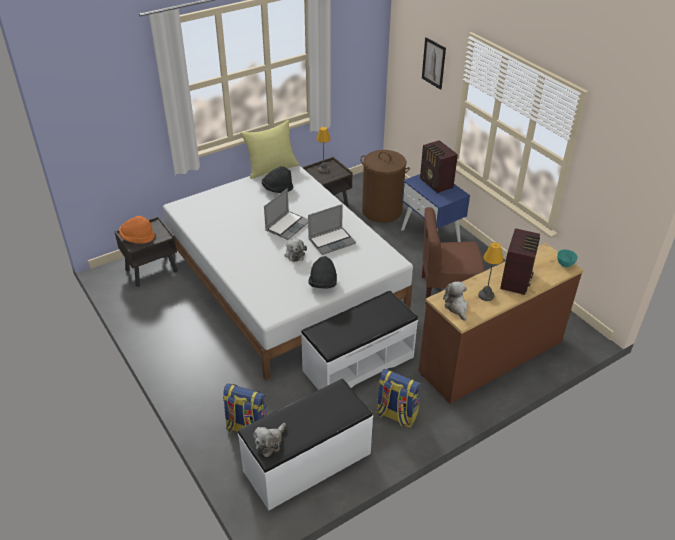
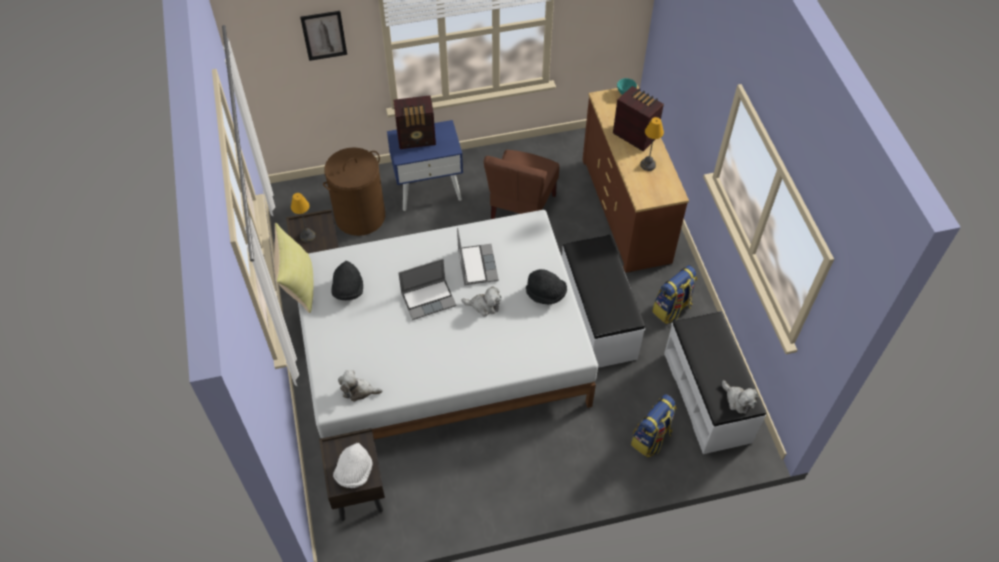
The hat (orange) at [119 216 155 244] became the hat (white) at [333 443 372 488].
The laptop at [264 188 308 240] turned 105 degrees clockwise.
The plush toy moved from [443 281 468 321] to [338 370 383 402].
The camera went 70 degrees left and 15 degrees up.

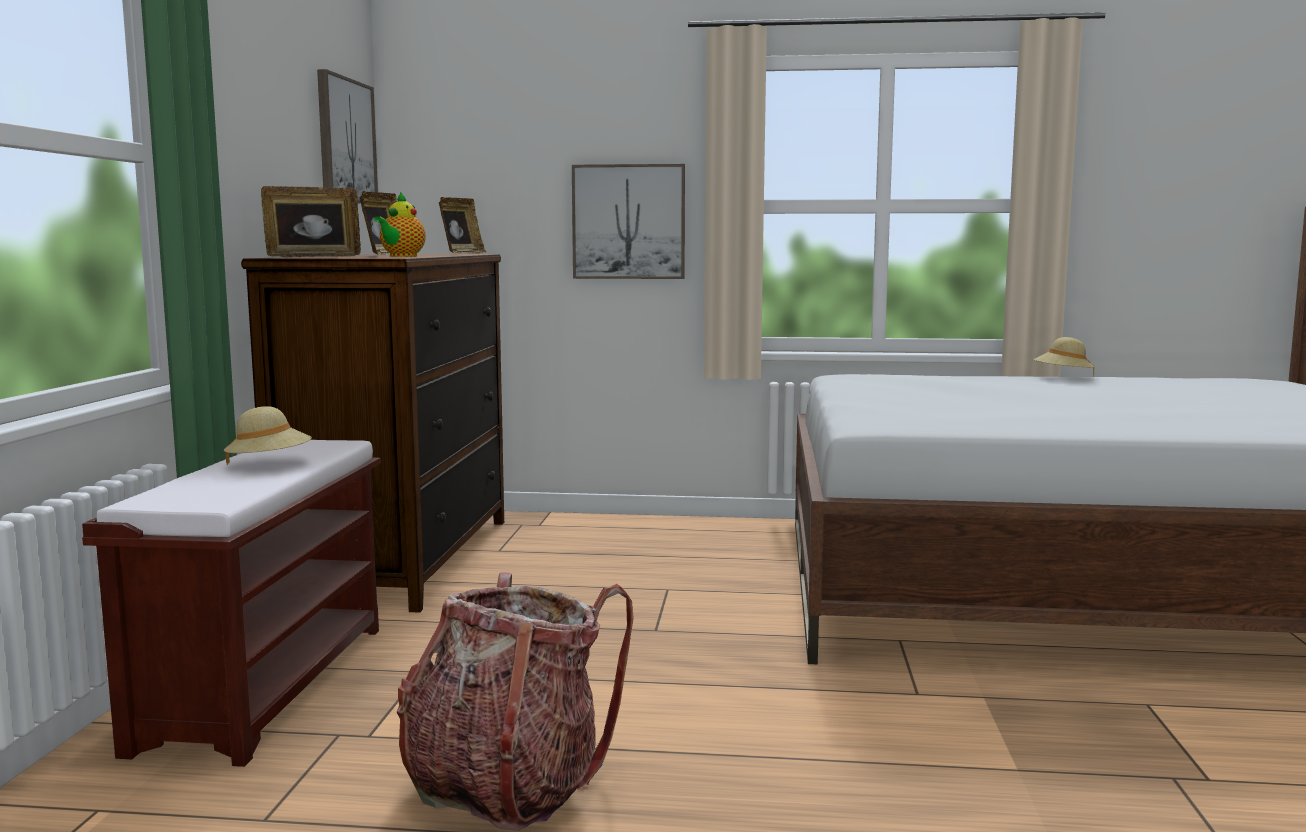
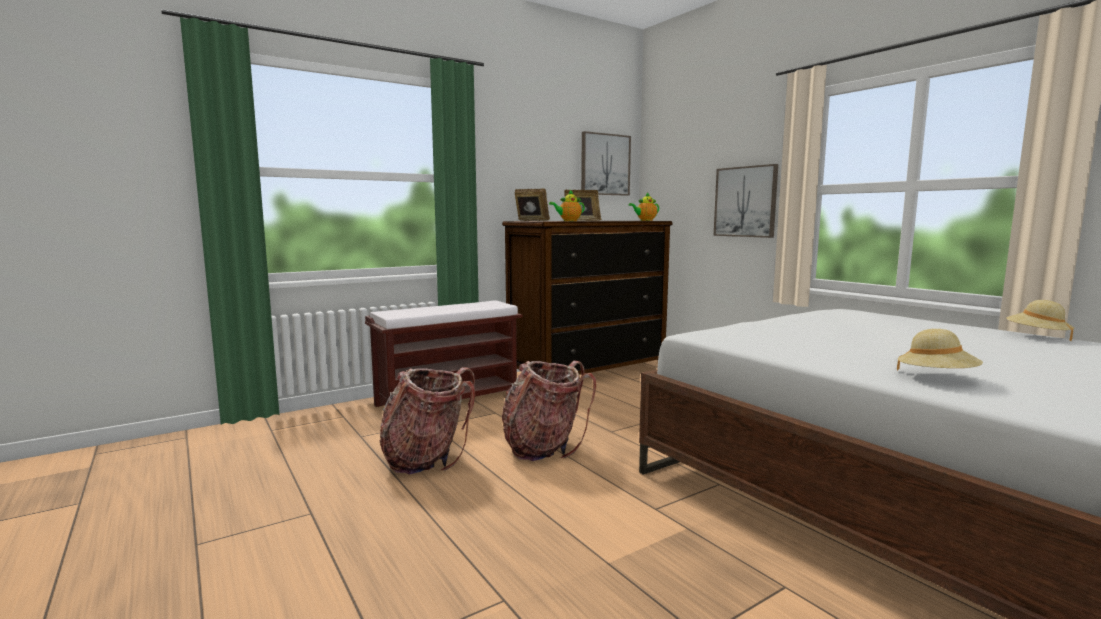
The hat (beige) moved from [224 406 312 465] to [897 329 983 371].
The picture frame at [439 197 486 254] was replaced by the teapot at [629 192 659 221].
The backpack at [502 361 596 461] appeared.
The camera went 50 degrees right and 0 degrees up.

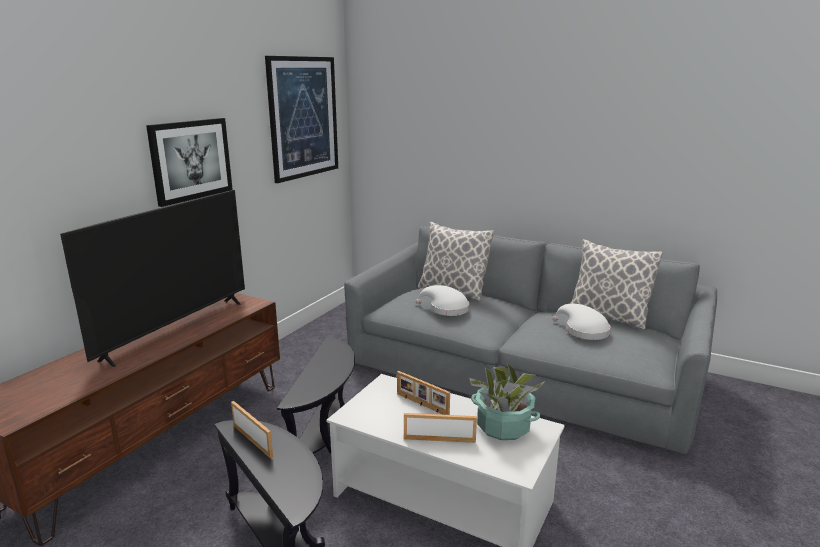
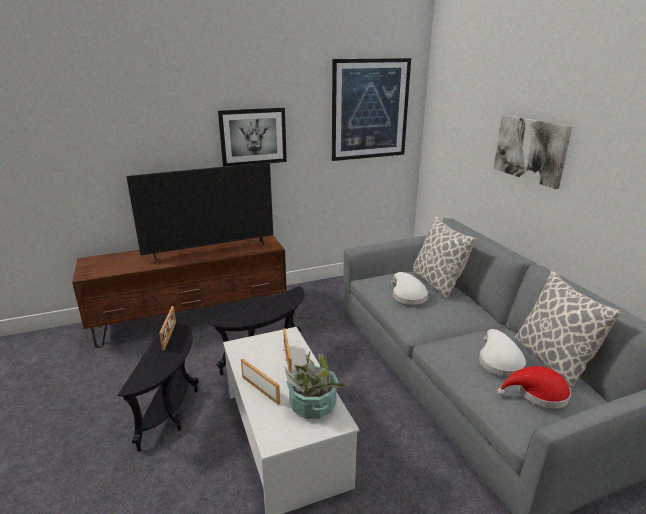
The picture at [494 115 572 189] appeared.
The hat (red) at [497 366 571 408] appeared.
The camera went 40 degrees right and 5 degrees up.

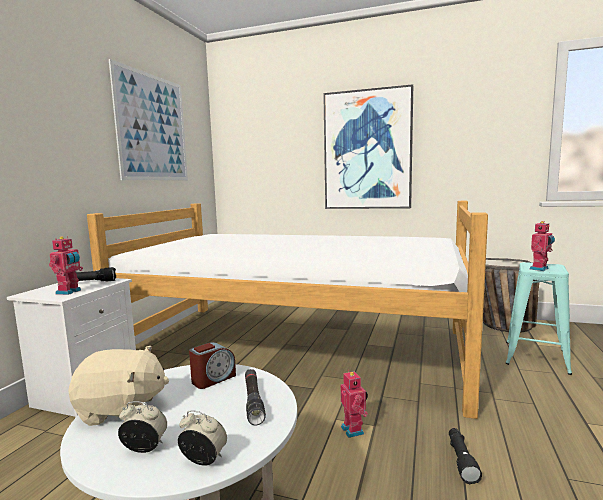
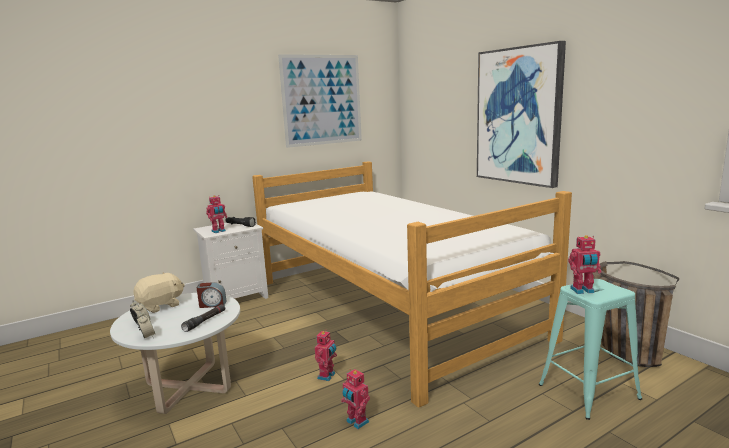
The plush toy (beige) at [68 346 169 426] turned 75 degrees counterclockwise.
The flashlight (black) at [449 428 482 484] was replaced by the toy robot at [341 369 370 429].
The camera went 40 degrees right and 5 degrees up.

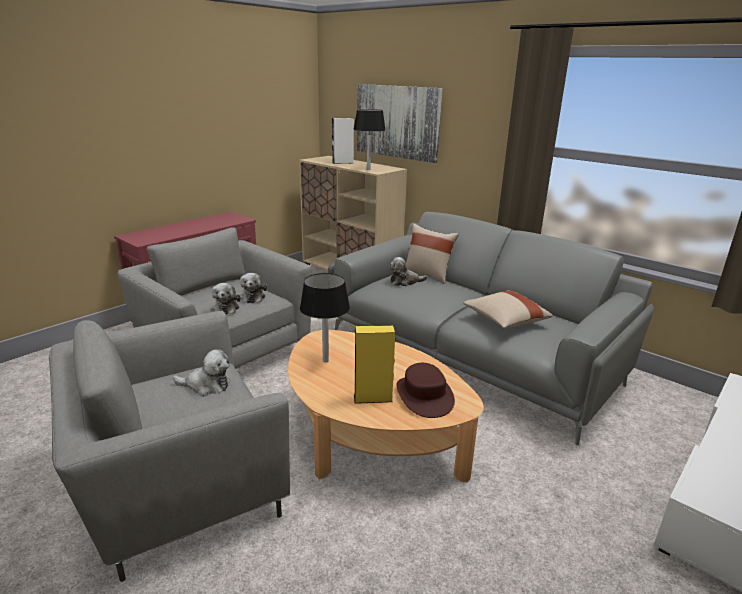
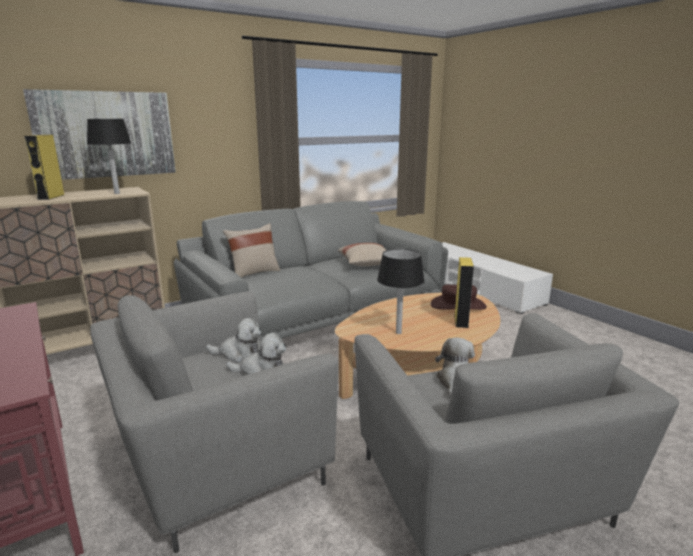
The speaker (white) at [332 118 354 164] became the speaker (yellow) at [24 135 64 200].
The plush toy at [389 257 428 286] disappeared.
The camera went 75 degrees left and 5 degrees down.

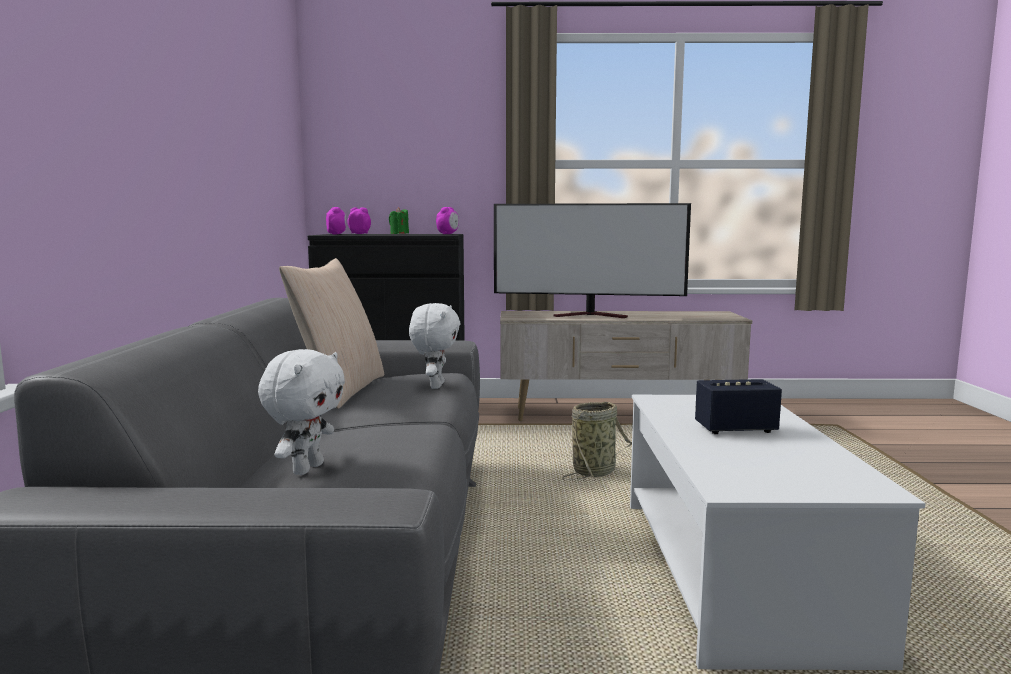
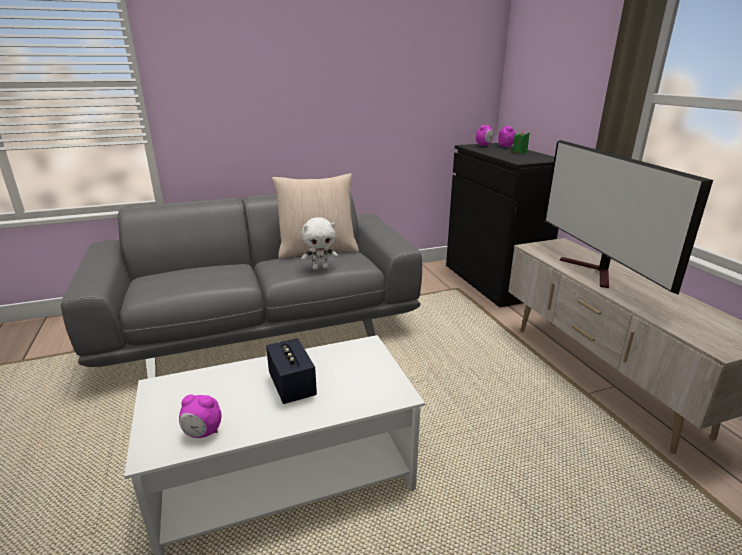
The plush toy (white) at [258 349 345 475] disappeared.
The alarm clock moved from [436 207 459 234] to [179 395 221 438].
The basket at [562 402 632 480] disappeared.
The camera went 70 degrees right and 15 degrees up.

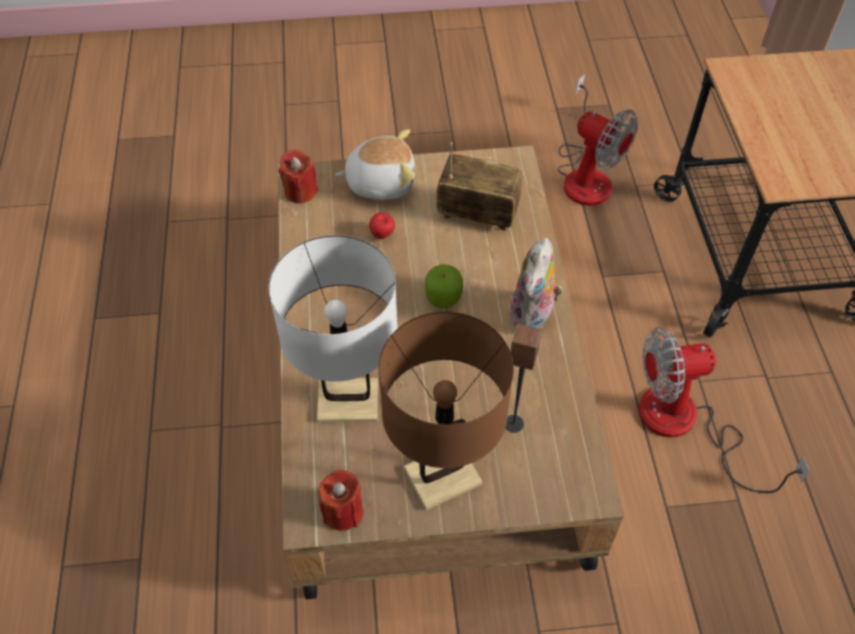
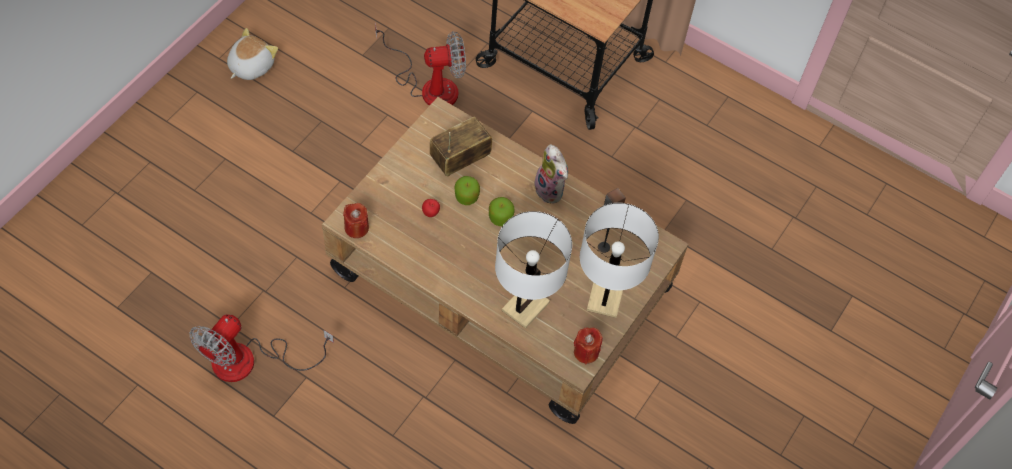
The plush toy moved from [335 129 415 200] to [227 28 278 80].
The table lamp (brown) at [379 312 514 510] became the table lamp (white) at [580 203 659 318].
The fan moved from [639 327 810 493] to [189 314 334 382].
The apple at [455 176 480 205] appeared.
The camera went 55 degrees left and 5 degrees up.

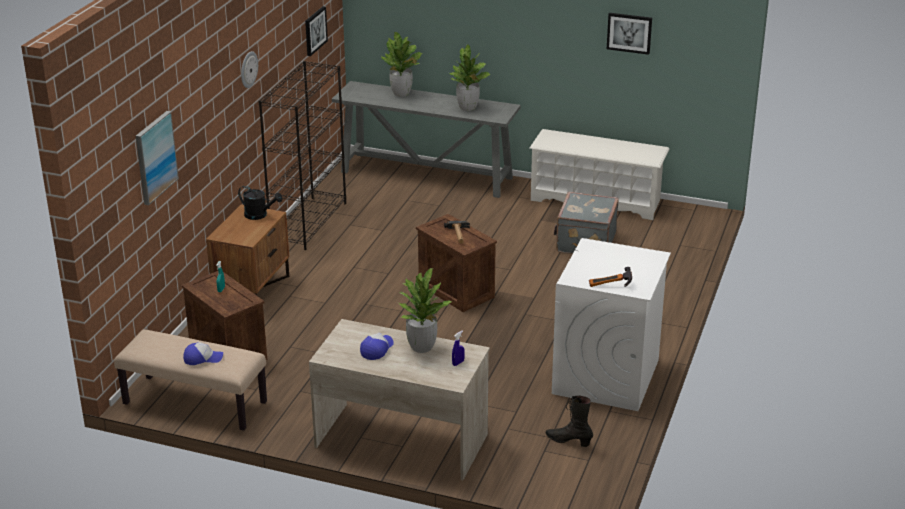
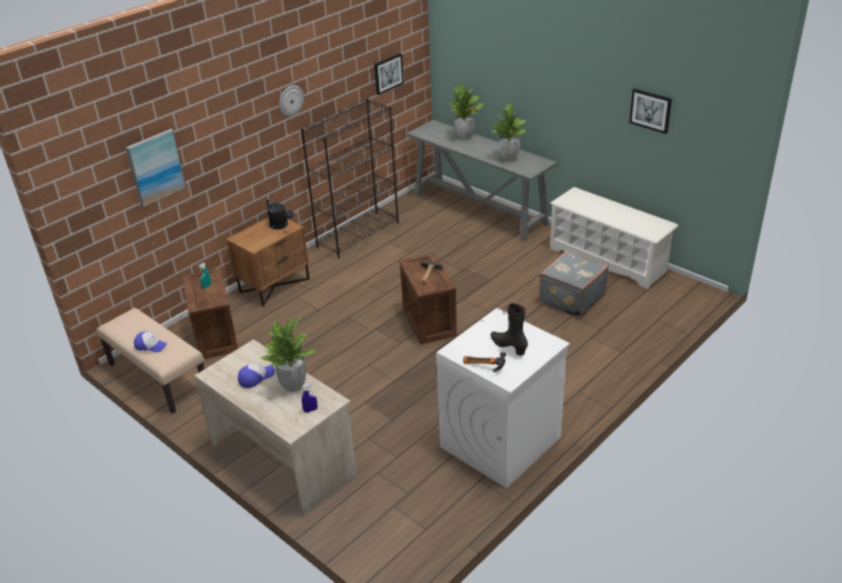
The boot (black) moved from [545 395 593 447] to [491 303 528 356].
The camera went 25 degrees right and 5 degrees up.

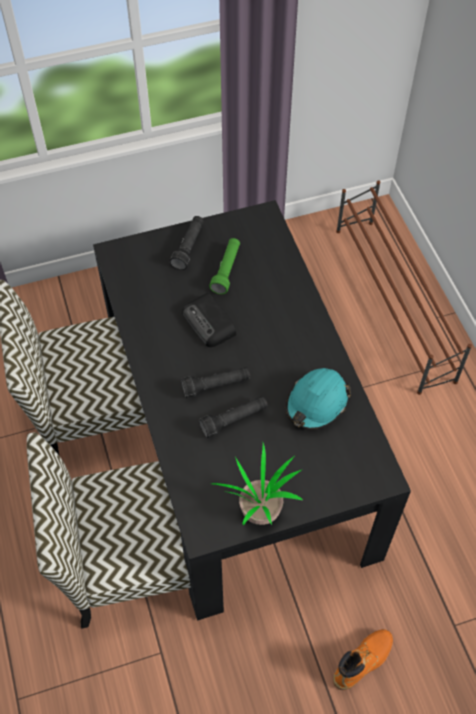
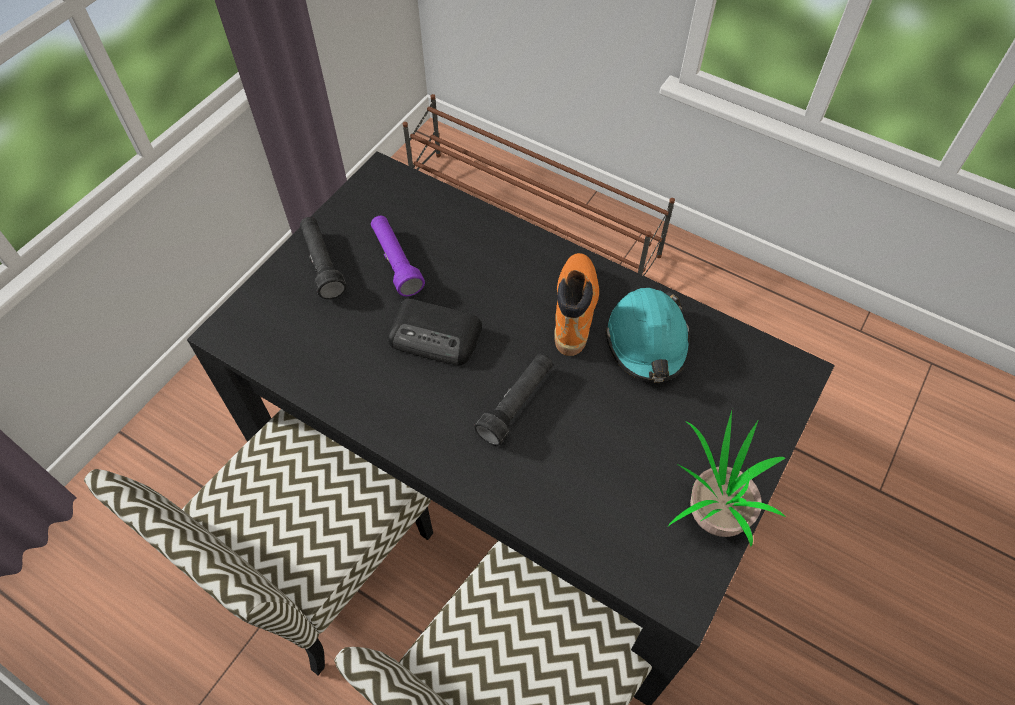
The flashlight (black) at [199 396 268 438] disappeared.
The flashlight (green) at [209 238 240 294] became the flashlight (purple) at [371 216 425 296].
The boot (orange) moved from [333 629 393 690] to [554 253 599 356].
The camera went 40 degrees left and 0 degrees up.

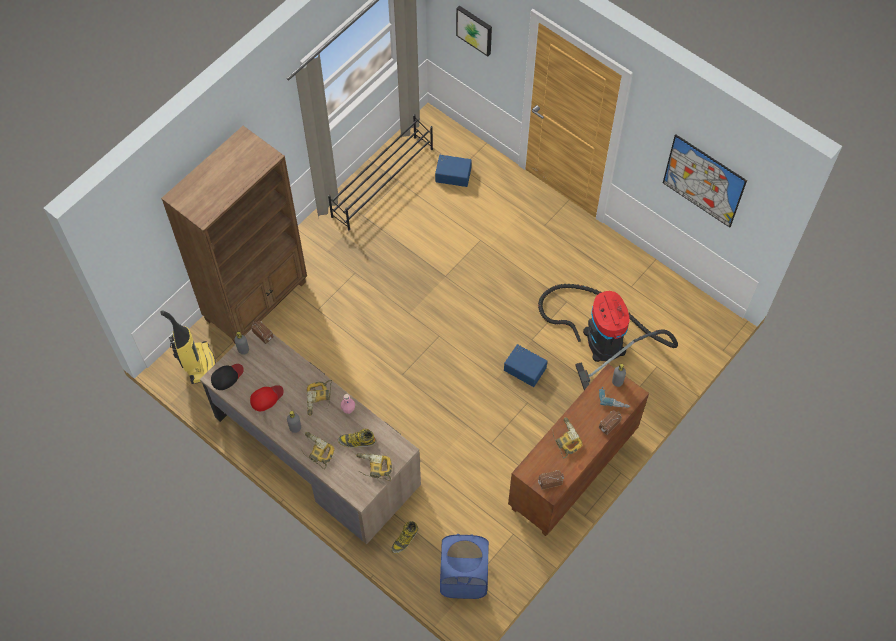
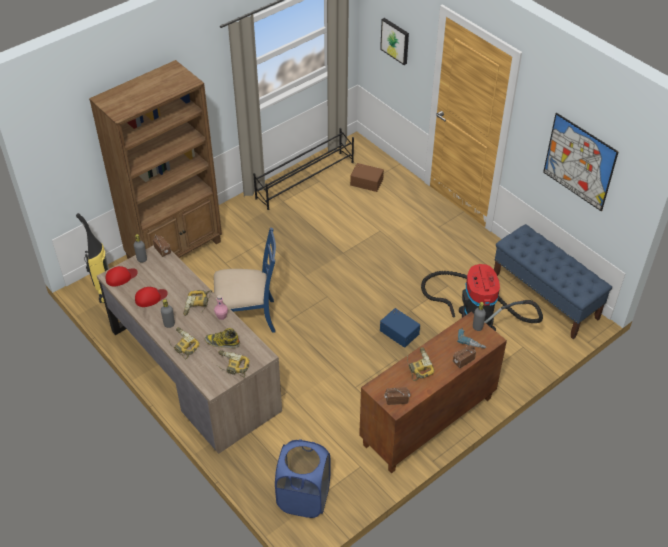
The cap (black) at [211 364 244 390] became the cap (red) at [106 266 137 287].
The boot at [391 521 419 554] disappeared.
The storage box (blue) at [435 155 472 187] became the storage box (brown) at [350 163 384 192].
The chair (blue) at [214 228 276 333] appeared.
The bench (blue) at [494 224 612 339] appeared.
The camera went 10 degrees right and 15 degrees down.

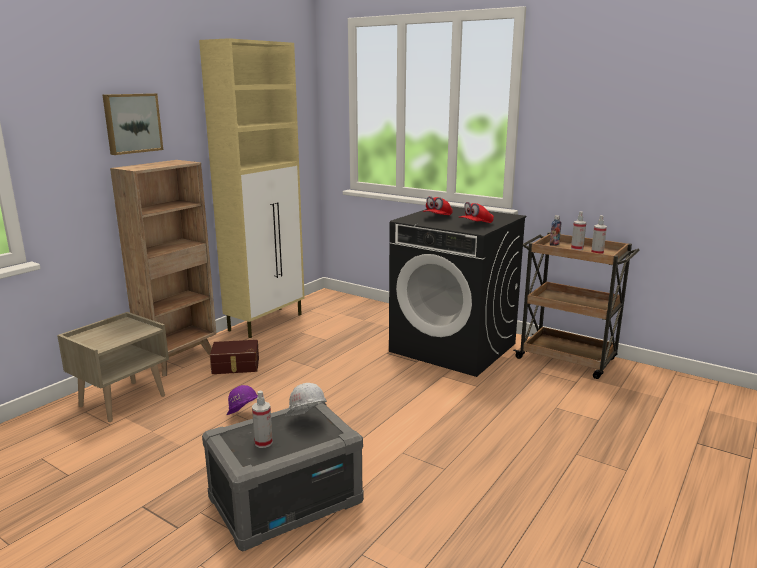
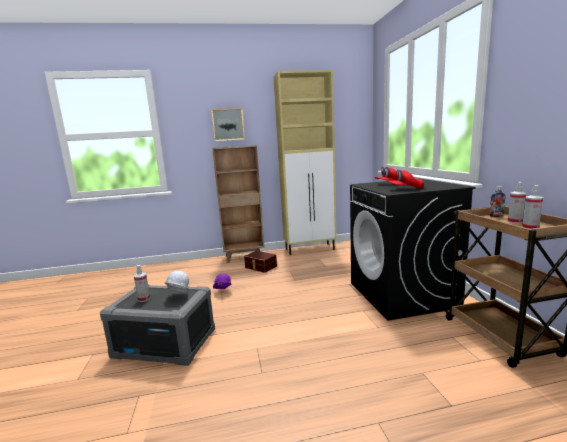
The nightstand (beige) at [57 312 169 422] disappeared.
The camera went 45 degrees right and 5 degrees down.

